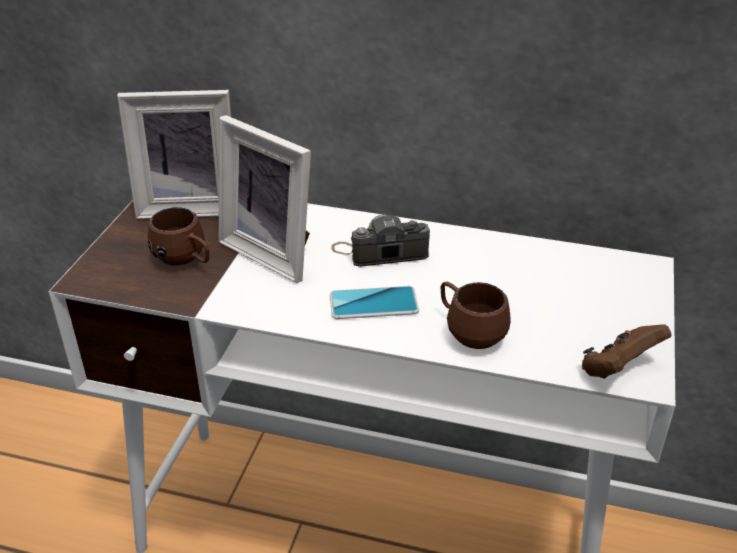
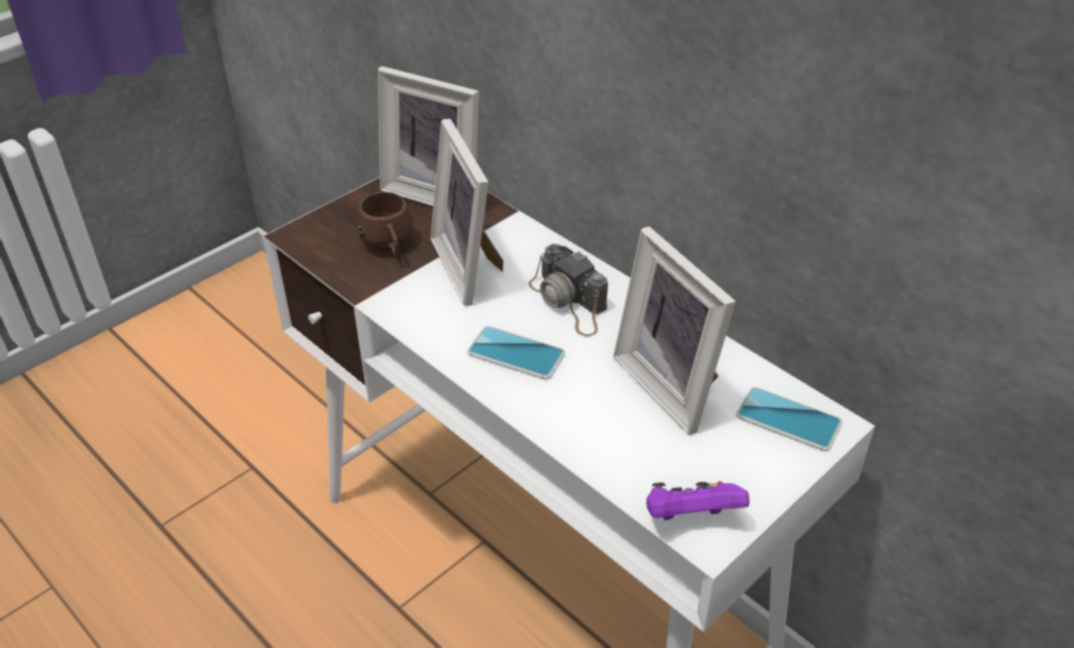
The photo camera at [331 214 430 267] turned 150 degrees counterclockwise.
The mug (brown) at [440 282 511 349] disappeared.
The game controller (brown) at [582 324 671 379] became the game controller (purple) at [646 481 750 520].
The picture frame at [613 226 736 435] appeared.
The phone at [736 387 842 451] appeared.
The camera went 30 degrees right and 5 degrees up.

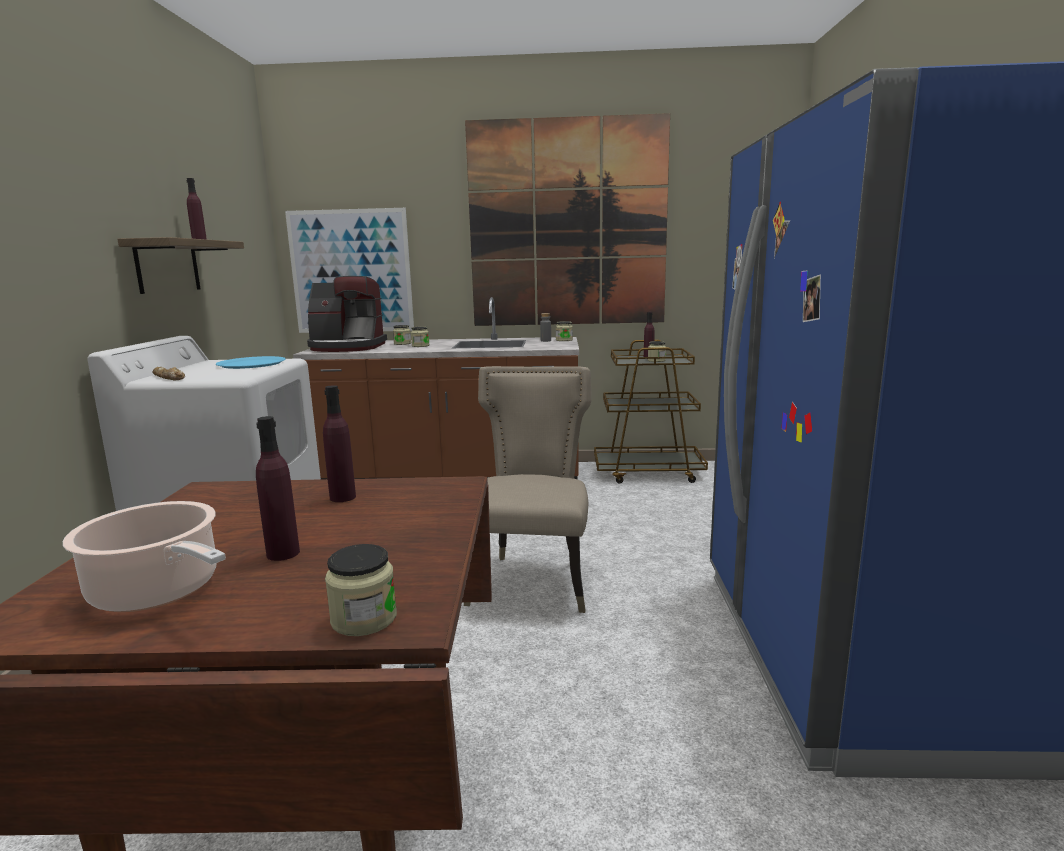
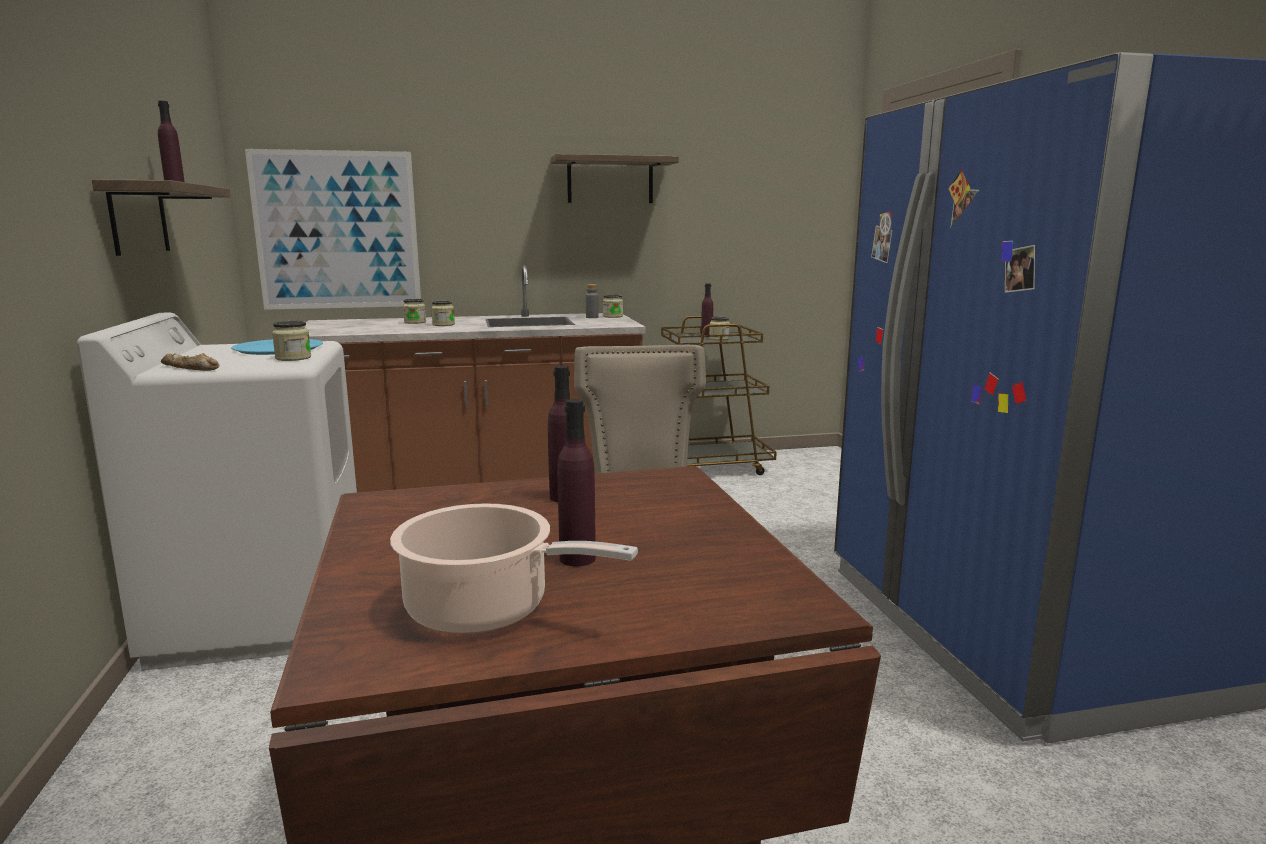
The coffee machine at [307 276 387 352] disappeared.
The jar moved from [325 544 397 636] to [272 321 311 361].
The picture at [465 113 670 326] was replaced by the shelf at [551 154 679 203].
The camera went 15 degrees left and 0 degrees up.

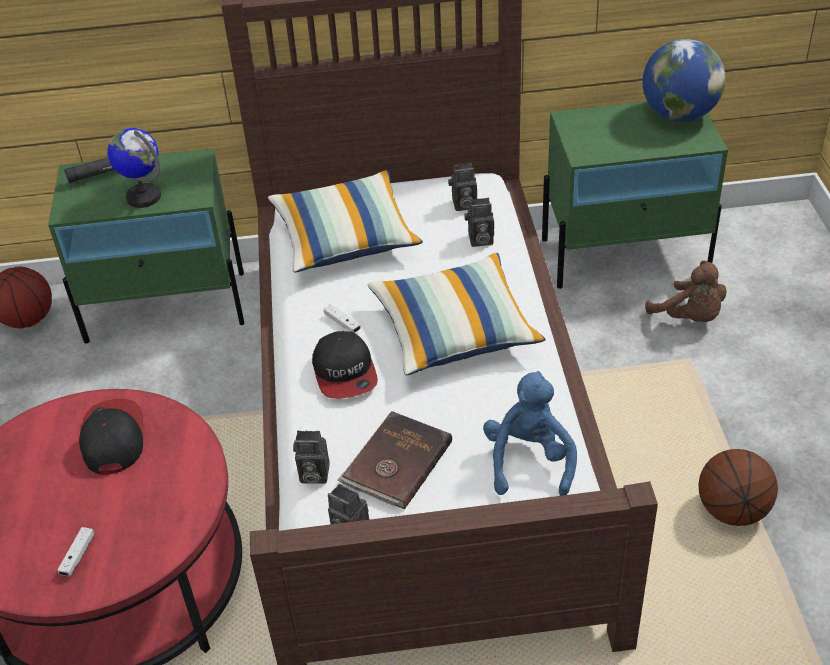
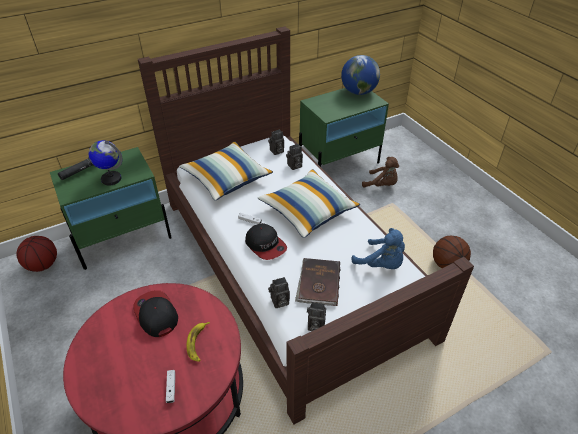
The plush toy (blue) at [483 371 577 496] turned 150 degrees clockwise.
The banana at [187 322 210 362] appeared.
The camera went 25 degrees left and 0 degrees up.

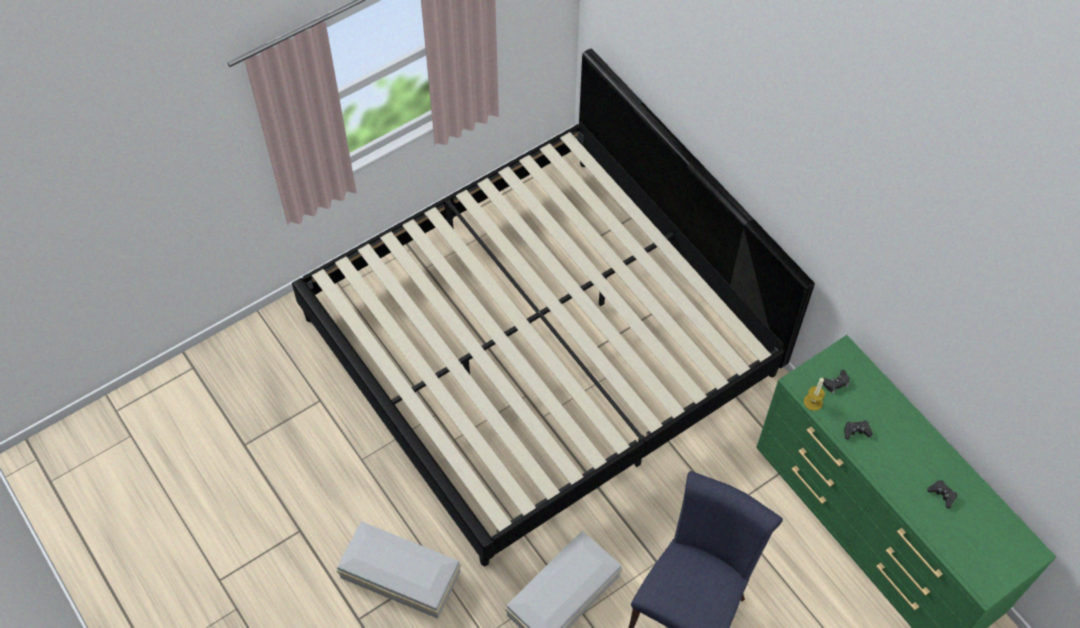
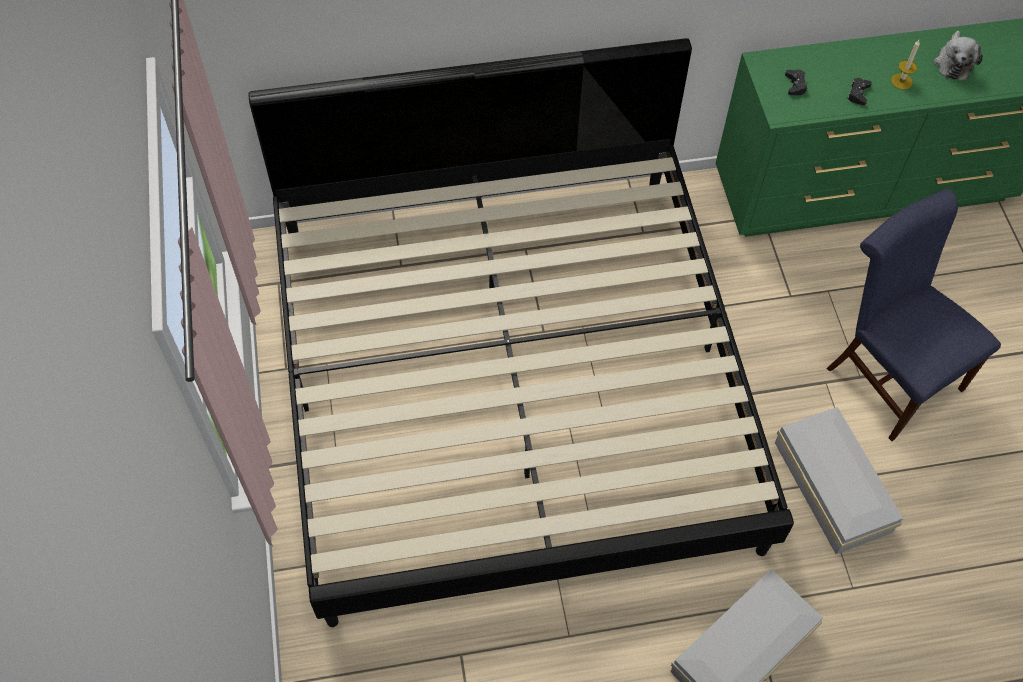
The candle moved from [804 377 825 411] to [891 40 920 90].
The game controller (black) at [927 480 957 509] was replaced by the plush toy at [933 31 983 81].
The camera went 65 degrees left and 0 degrees up.

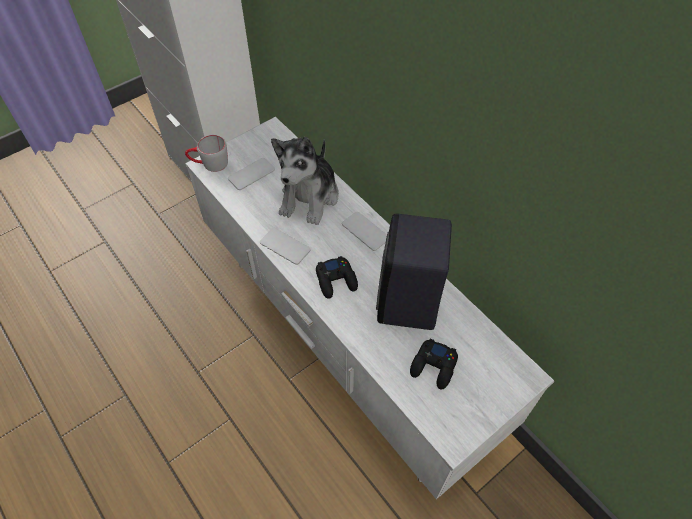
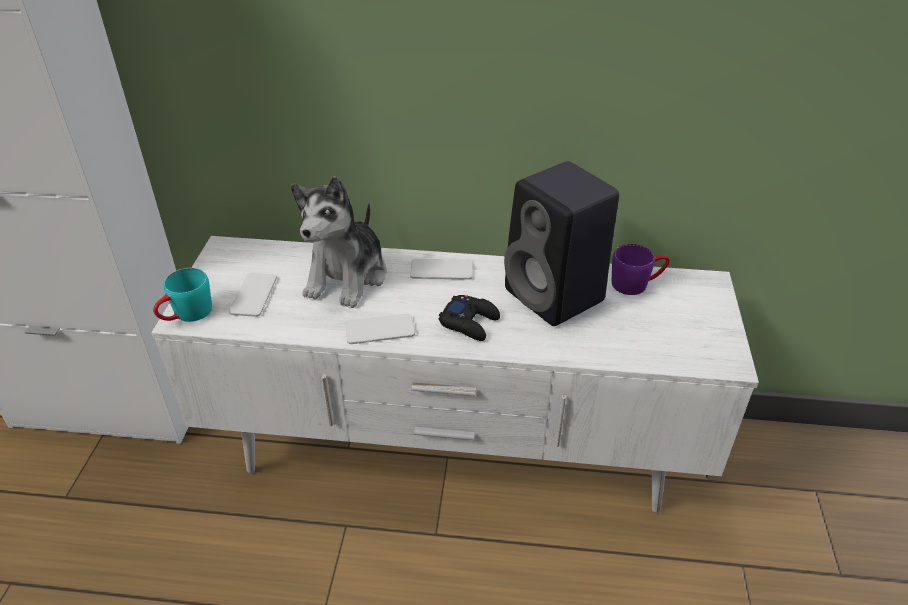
The mug (grey) at [185 135 228 172] became the mug (turquoise) at [153 268 212 322].
The plush toy at [271 137 339 225] turned 45 degrees clockwise.
The game controller (black) at [410 338 458 390] disappeared.
The mug (purple) at [612 243 670 295] appeared.
The camera went 45 degrees left and 15 degrees down.

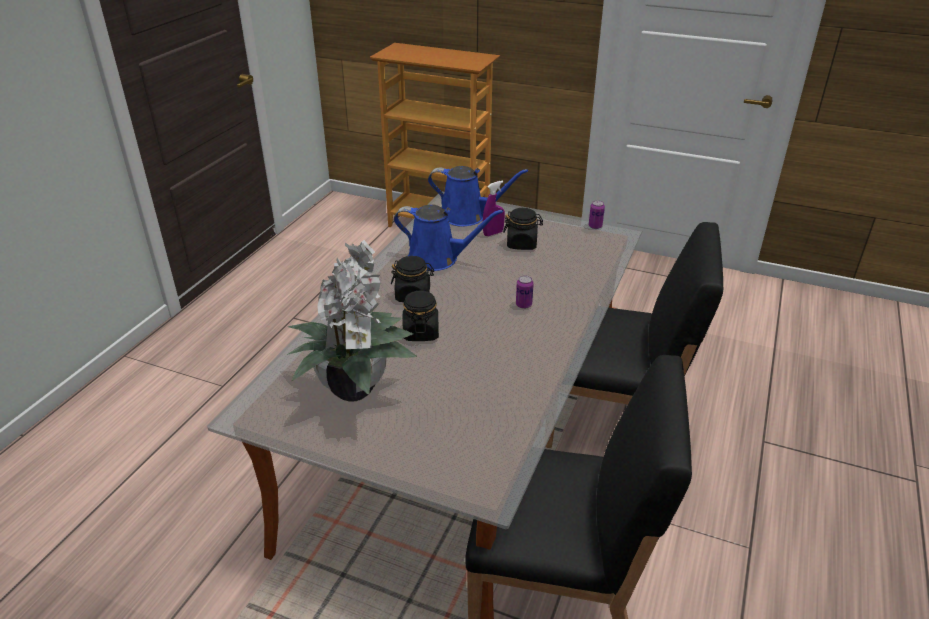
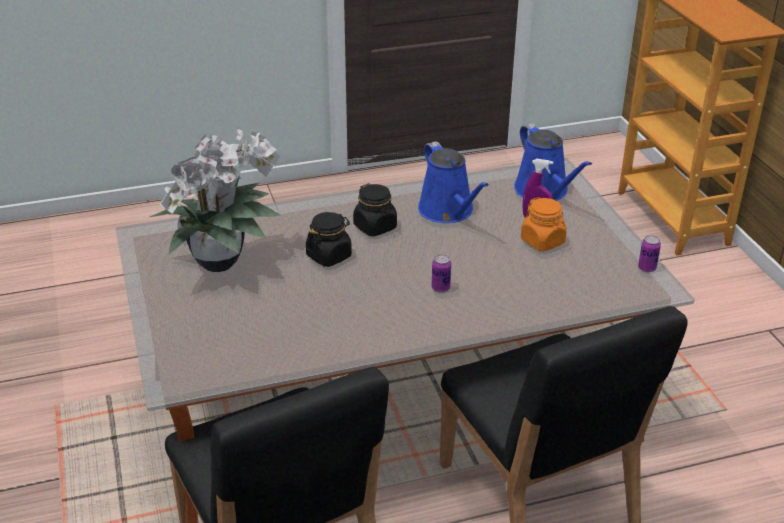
The jar (black) at [503 208 543 250] became the jar (orange) at [521 197 567 251].
The camera went 50 degrees right and 0 degrees up.

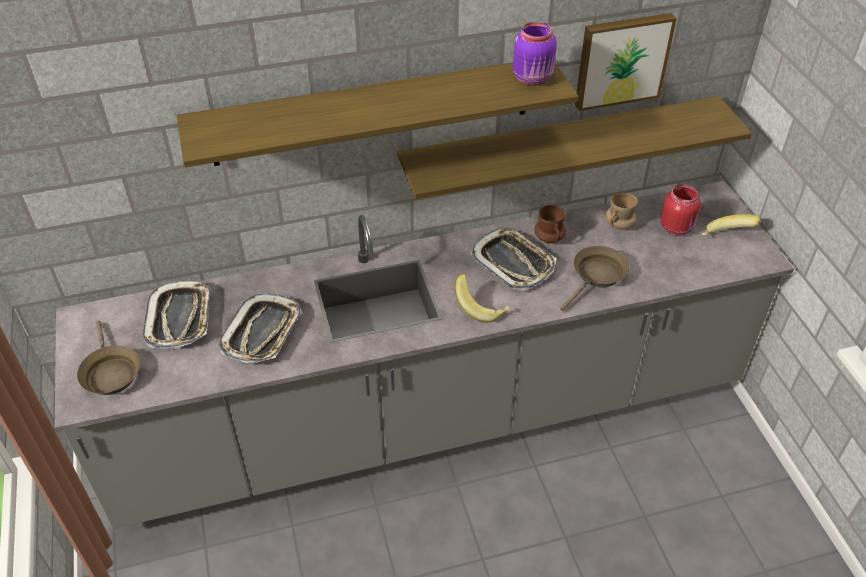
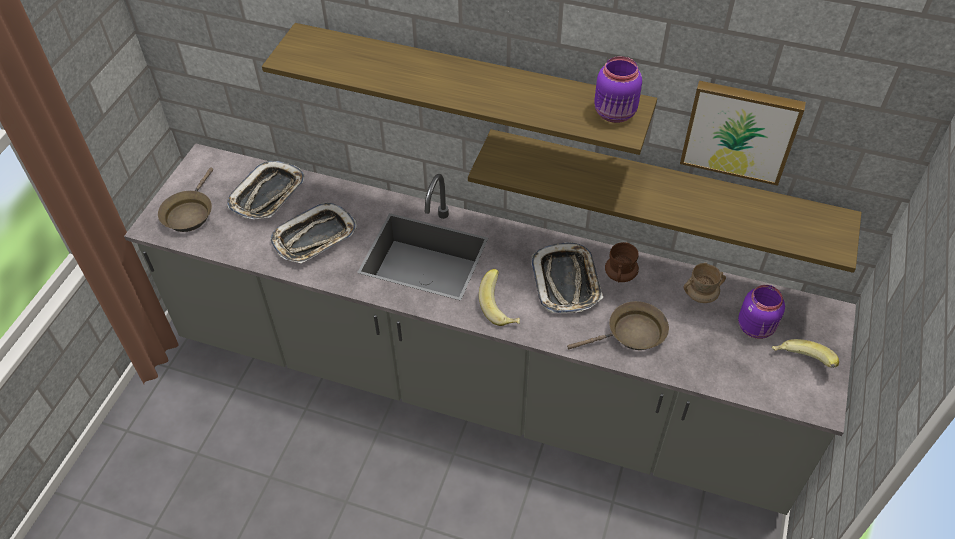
The jar (red) at [660 184 701 236] became the jar (purple) at [738 285 785 339].
The camera went 35 degrees right and 5 degrees up.

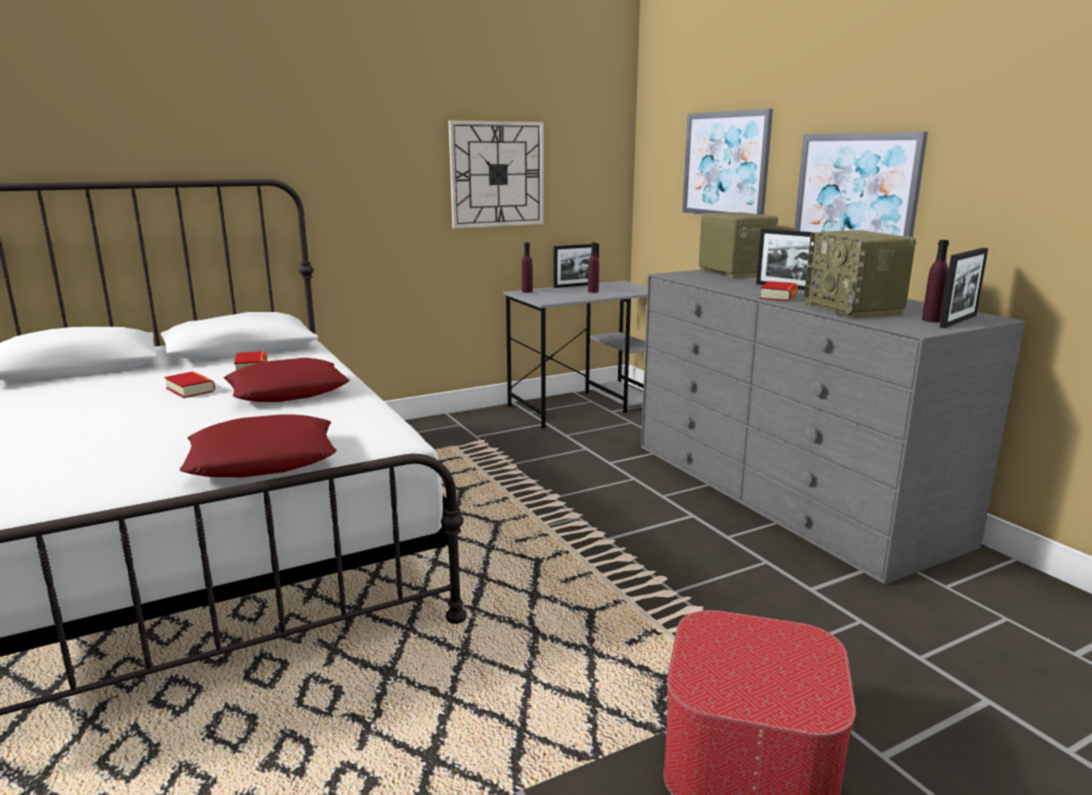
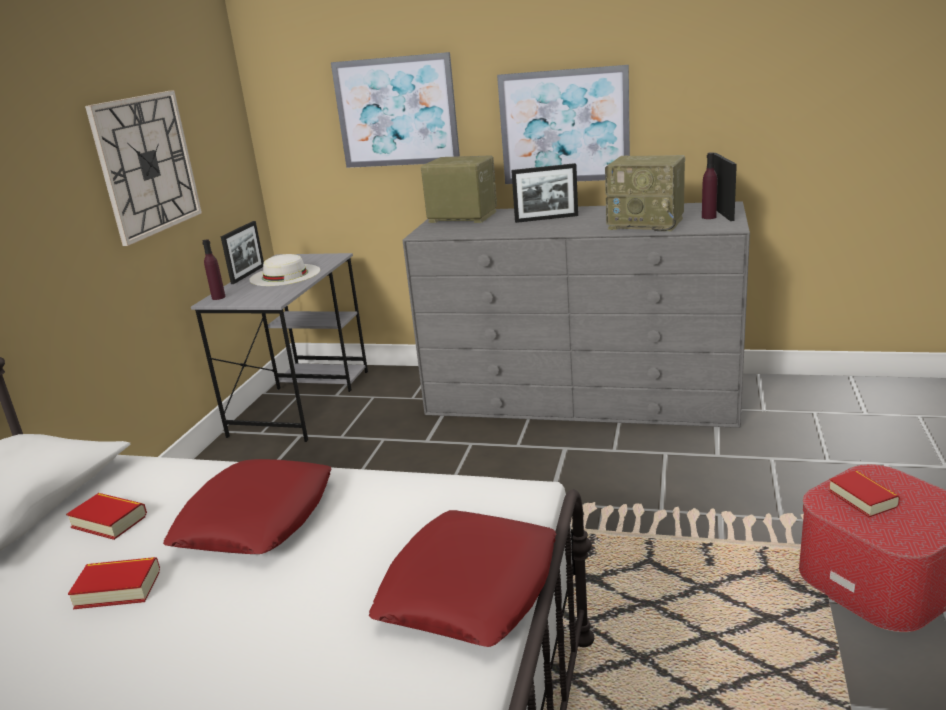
The bottle (purple) at [588 242 599 293] was replaced by the hat (white) at [249 254 320 286].
The book moved from [760 281 798 301] to [828 470 900 517].
The camera went 45 degrees left and 5 degrees up.

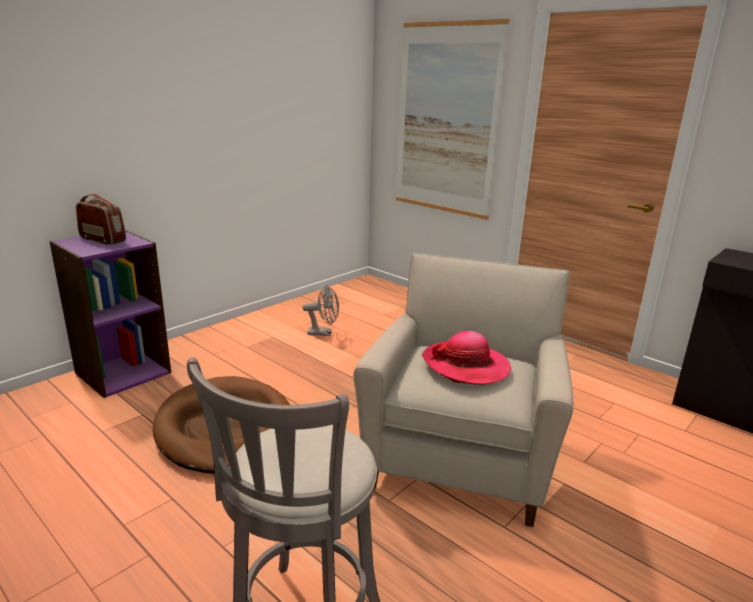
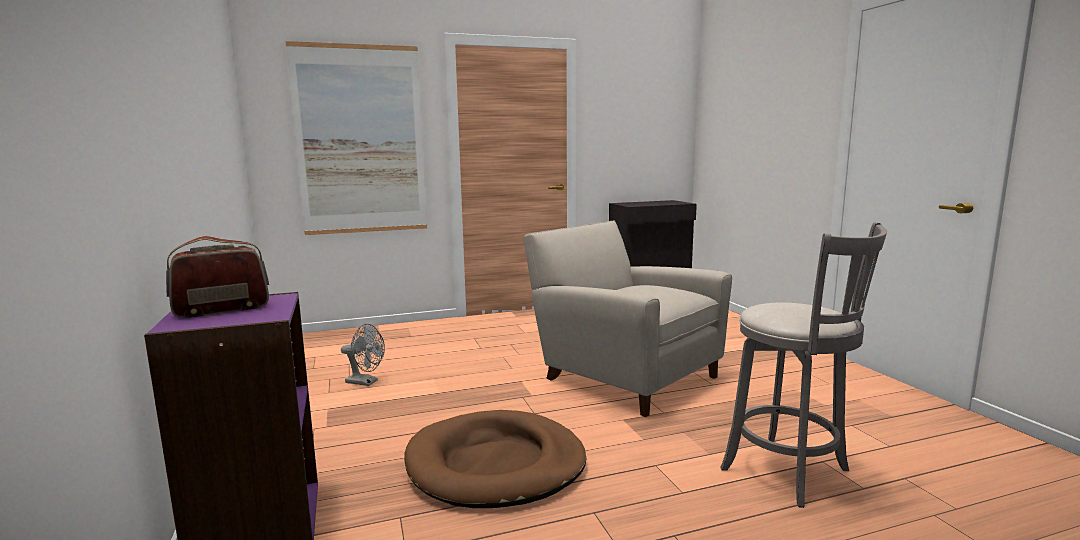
The fan (grey) at [302 285 339 336] turned 75 degrees clockwise.
The hat at [422 331 511 385] disappeared.
The camera went 60 degrees left and 10 degrees down.

